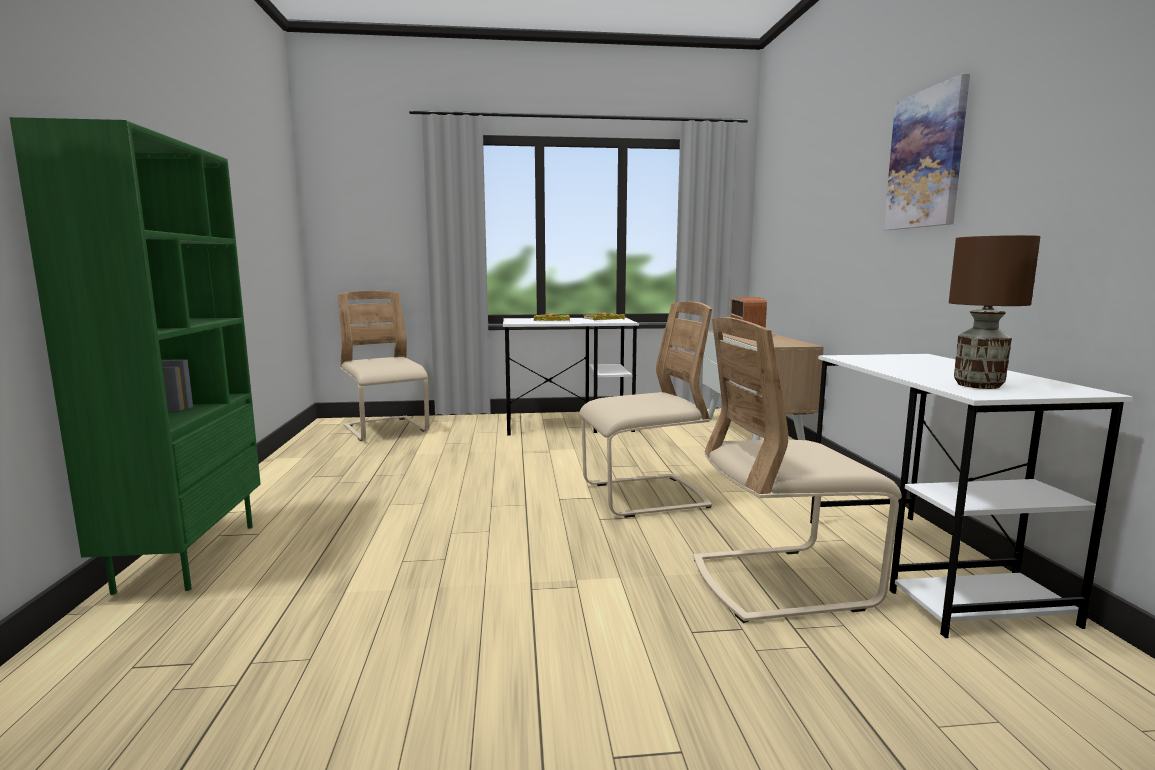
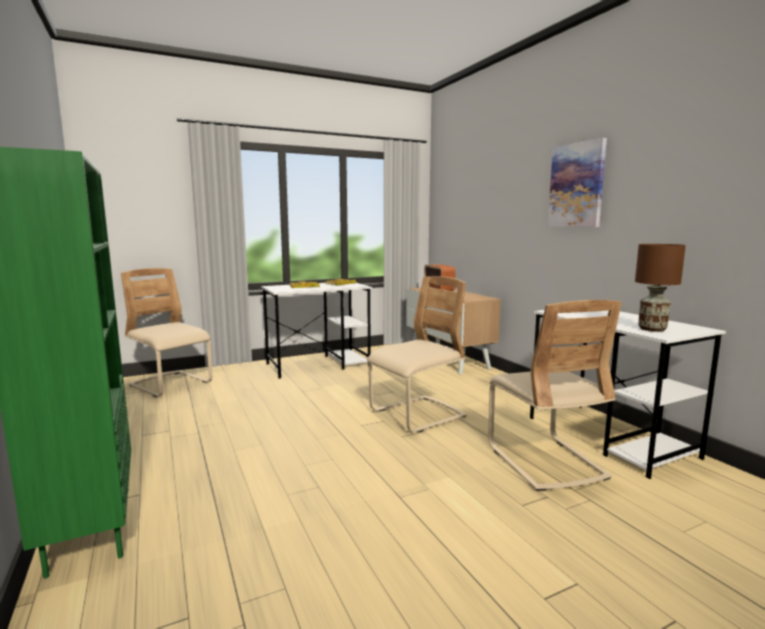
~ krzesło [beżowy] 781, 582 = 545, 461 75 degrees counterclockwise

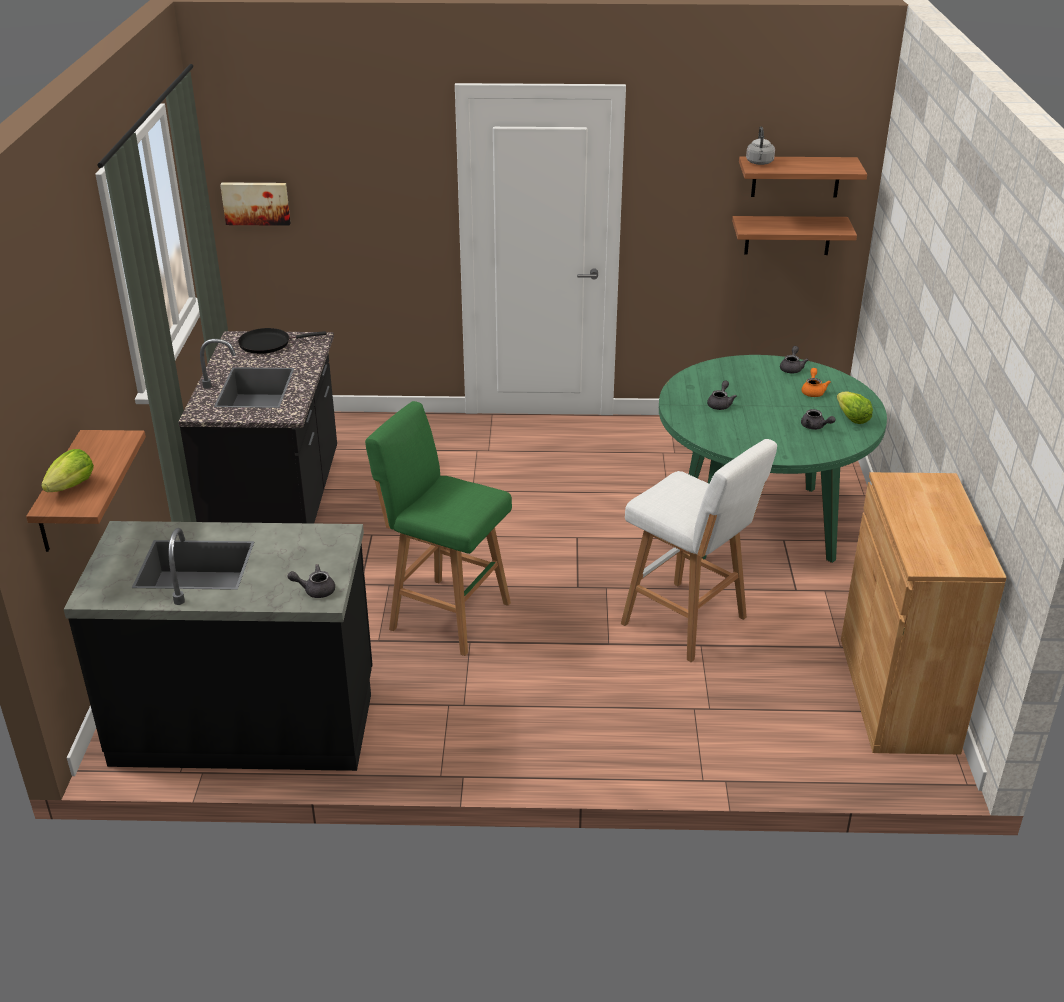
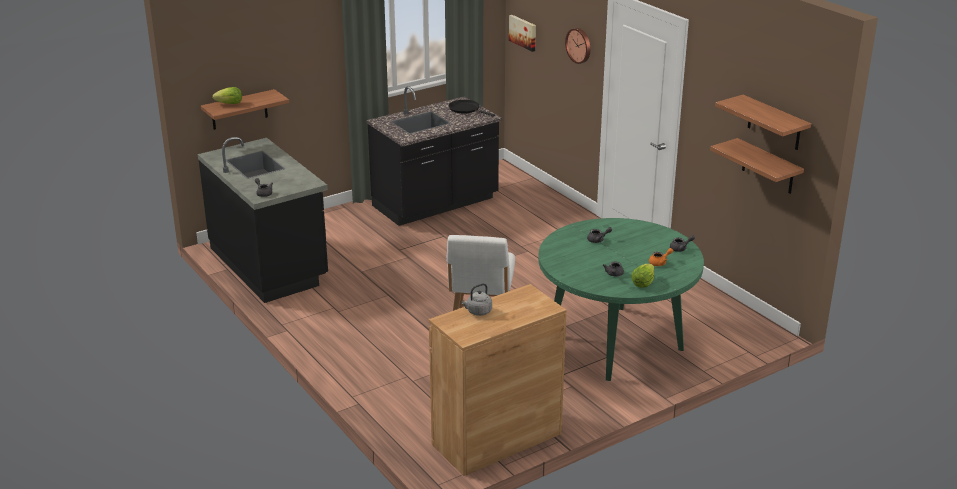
~ czajnik [szary] 759, 163 to 478, 312
- stołek [zielony] 446, 614
+ zegar ścienny 579, 45

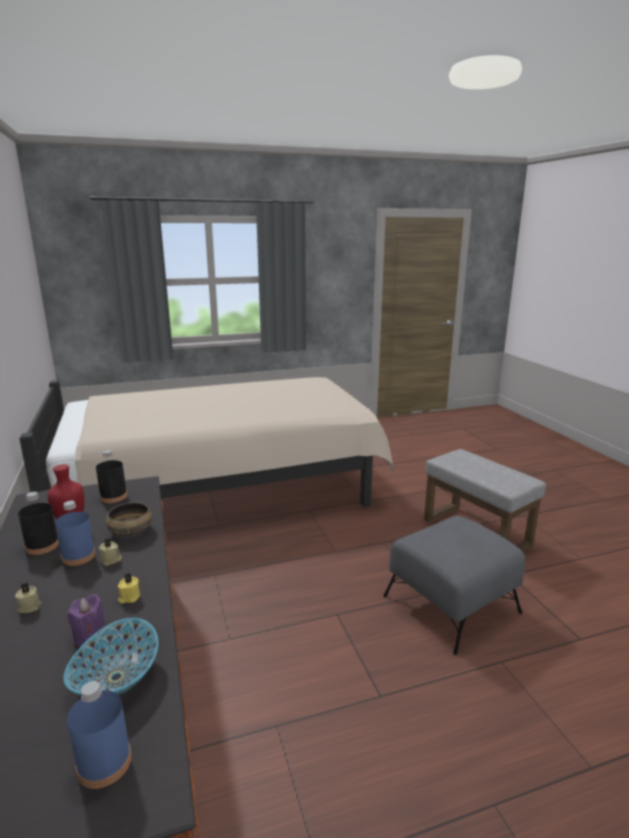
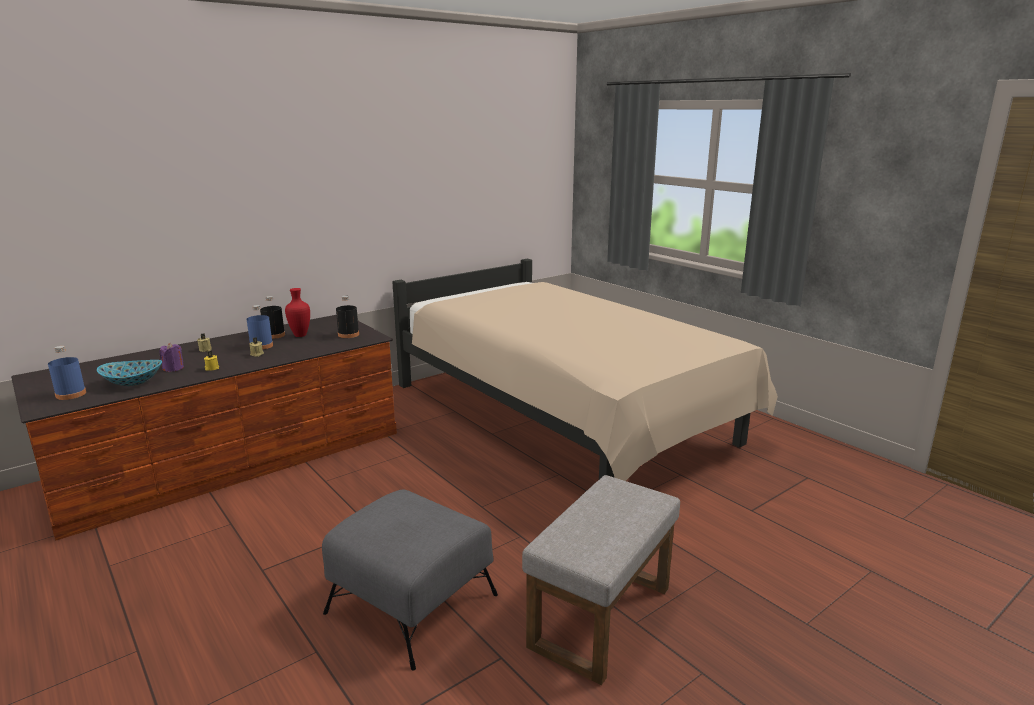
- miska 130, 531

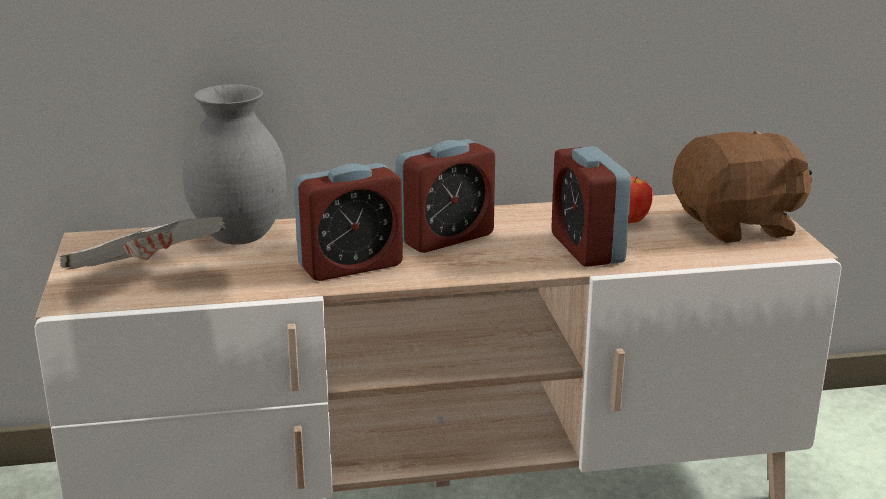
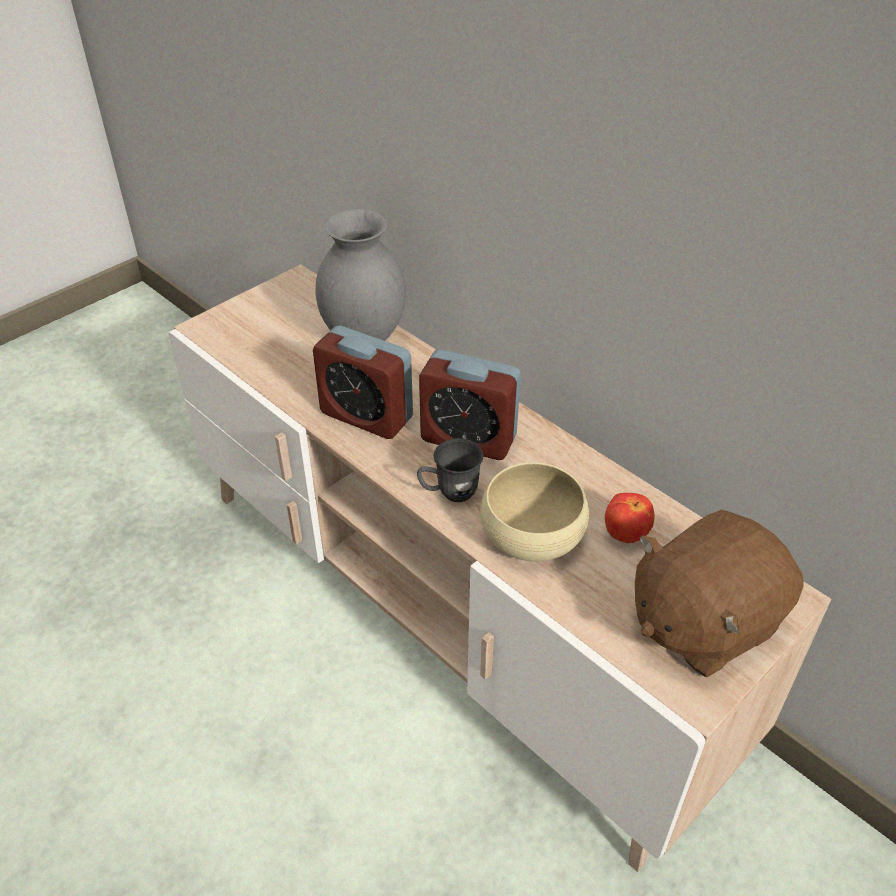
~ pluszak [brązowy] 737, 226 = 702, 621 105 degrees clockwise
~ budzik 587, 248 to miska [beżowy] 532, 533
- gazeta 147, 287
+ kubek [szary] 449, 493

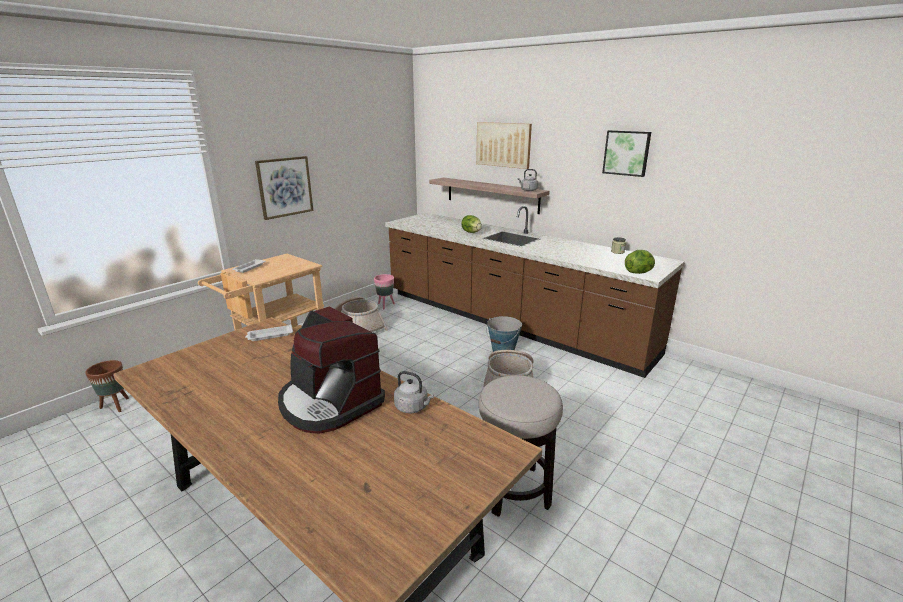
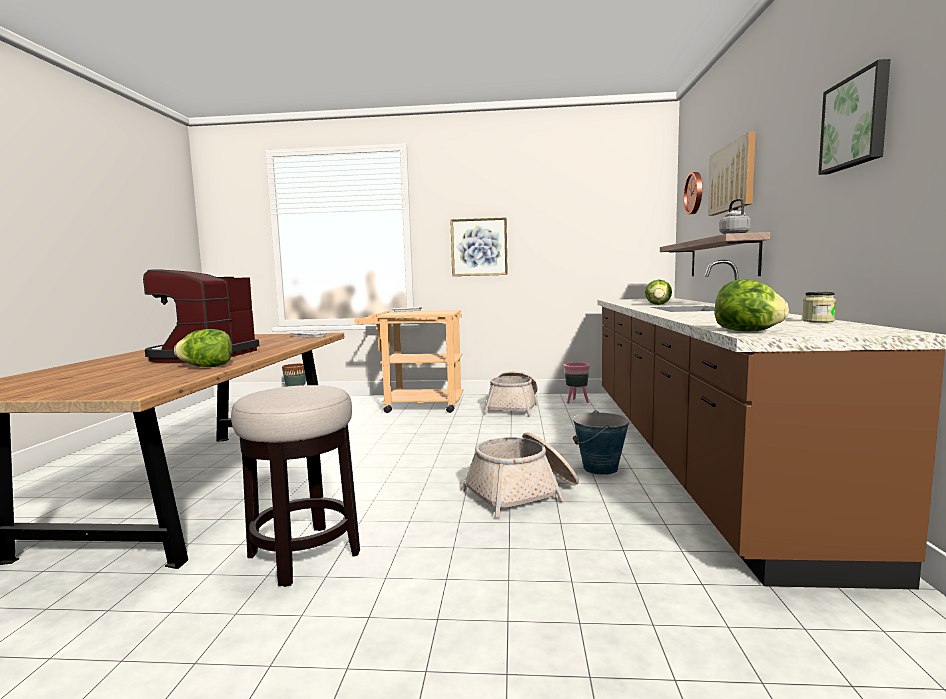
~ czajnik [szary] 413, 407 to sałata 207, 367
+ zegar ścienny 695, 193

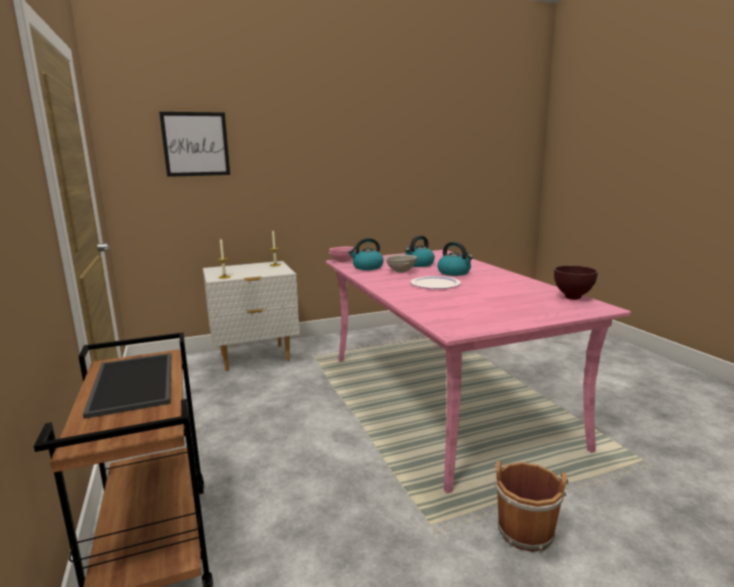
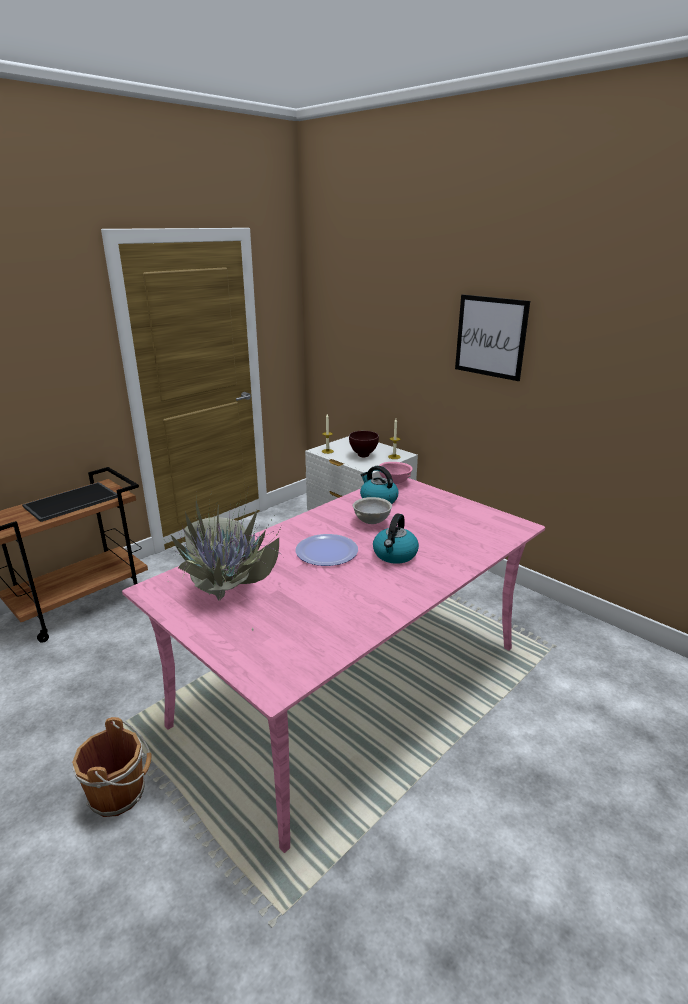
~ obraz 196, 144 to 490, 337
- czajnik 418, 264
~ miska [brązowy] 572, 298 to 362, 455
+ roślina doniczkowa 229, 595

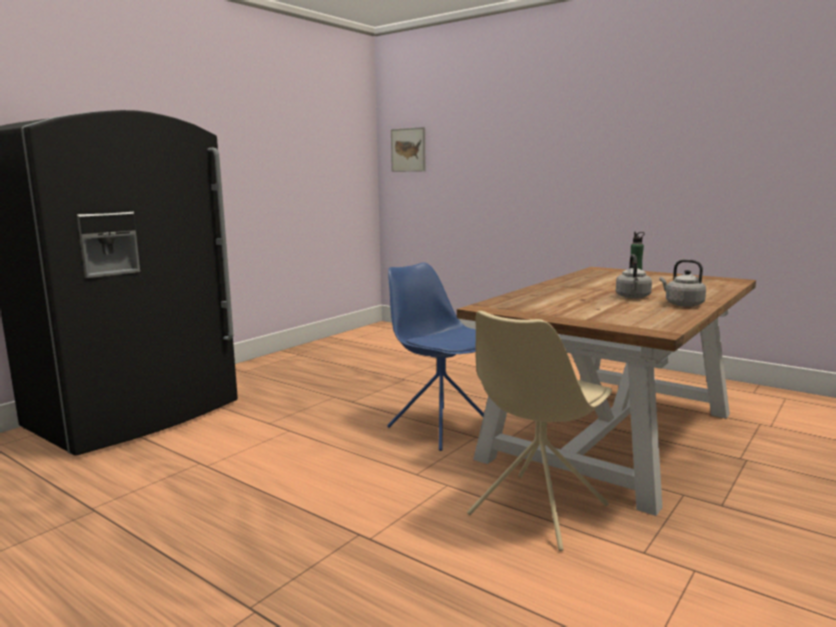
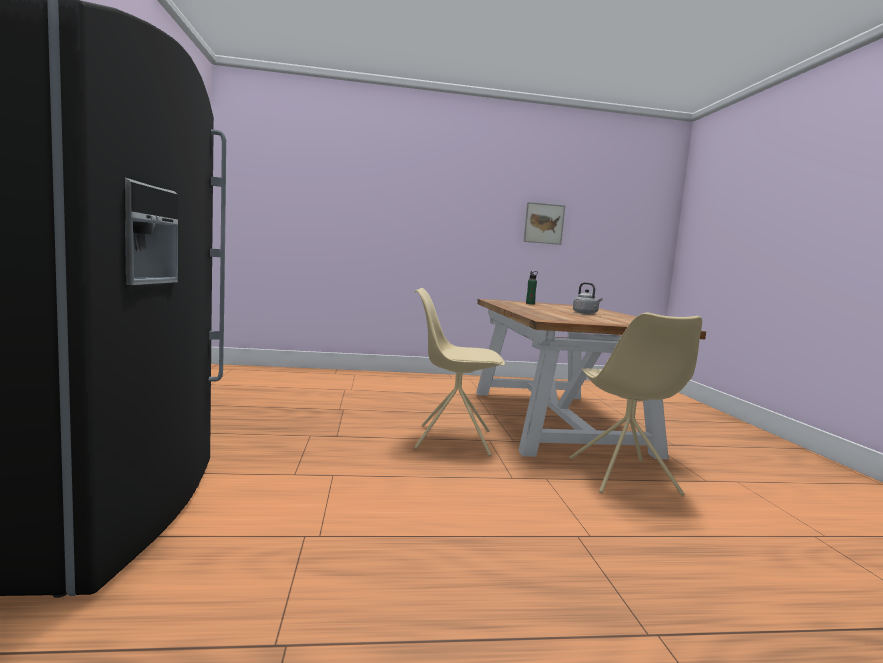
~ obraz 408, 150 to 544, 223
- czajnik [szary] 682, 304
~ krzesło [niebieski] 440, 427 to krzesło [beżowy] 451, 439

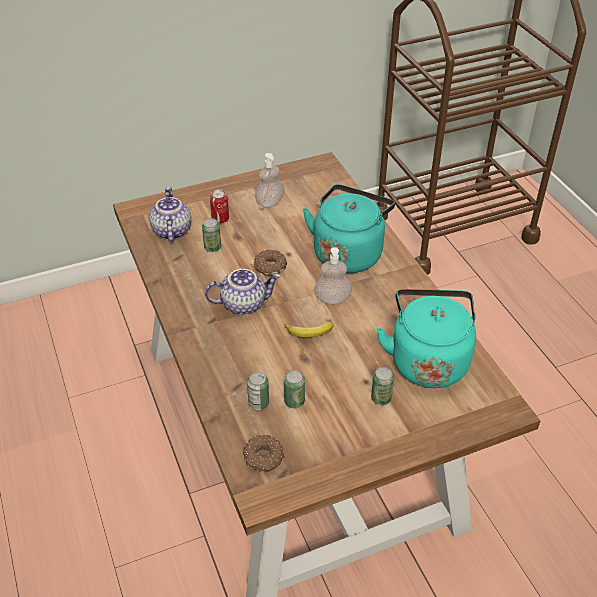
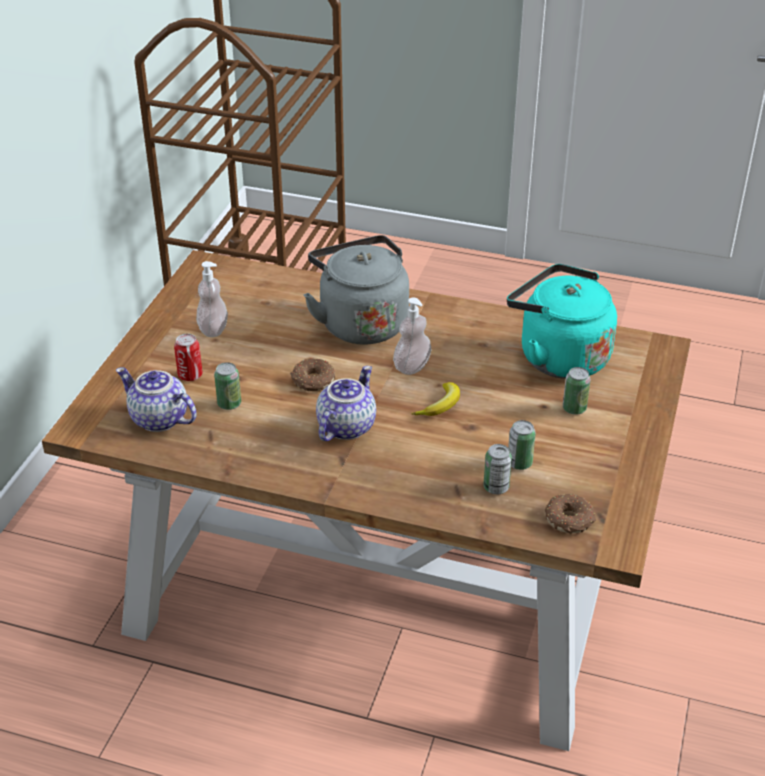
~ czajnik [turkusowy] 348, 252 to czajnik [szary] 360, 322

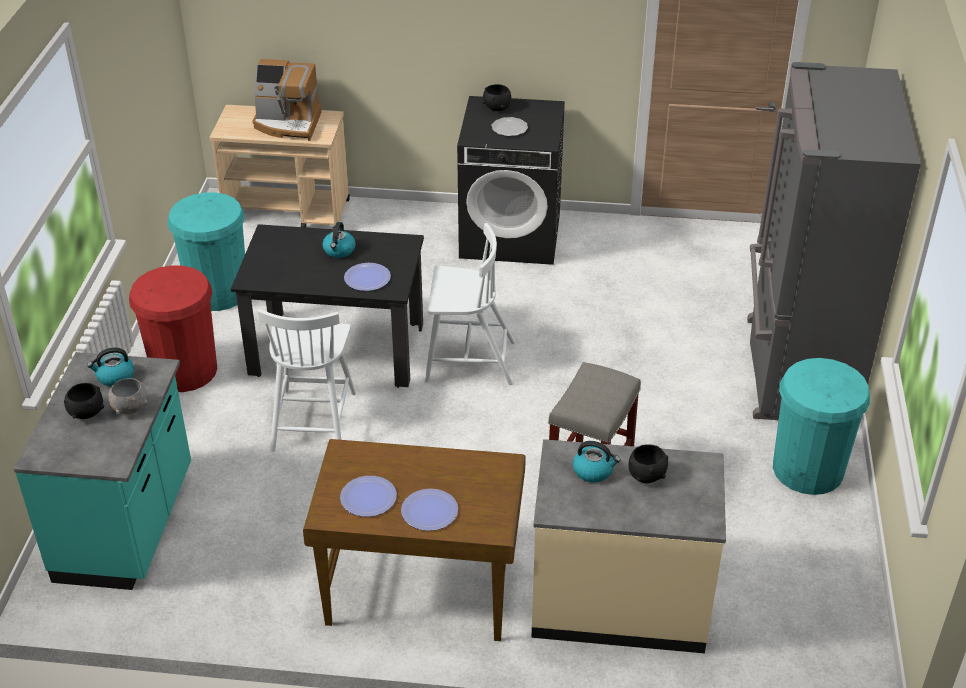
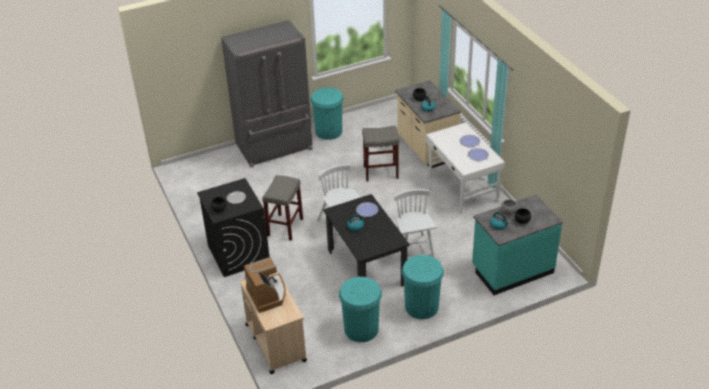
~ kosz na śmieci [czerwony] 184, 370 to kosz na śmieci [turkusowy] 421, 306
~ krzesło [biały] 313, 420 = 413, 252 75 degrees counterclockwise
~ biurko [brązowy] 420, 586 to biurko [biały] 462, 189
+ stołek [szary] 285, 227

